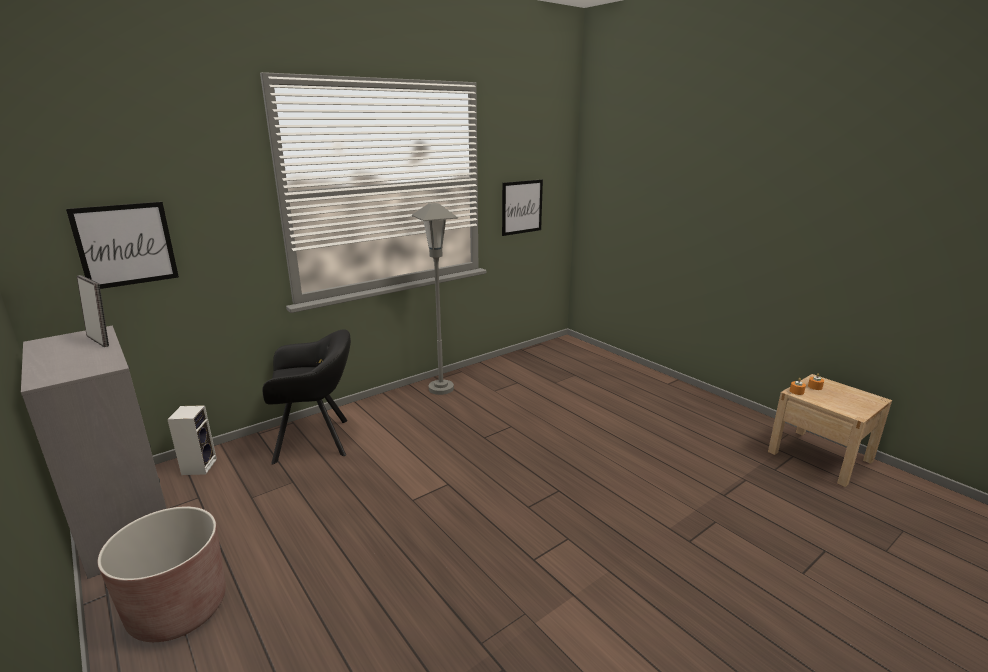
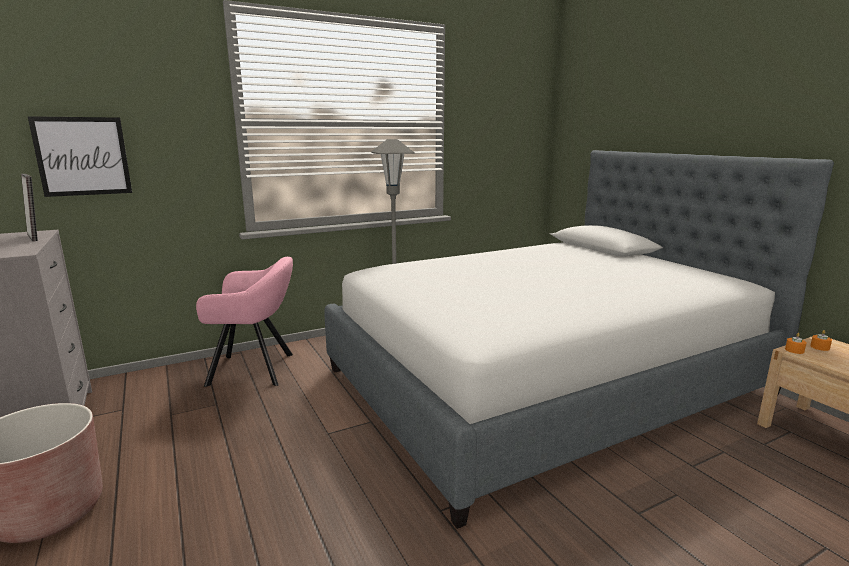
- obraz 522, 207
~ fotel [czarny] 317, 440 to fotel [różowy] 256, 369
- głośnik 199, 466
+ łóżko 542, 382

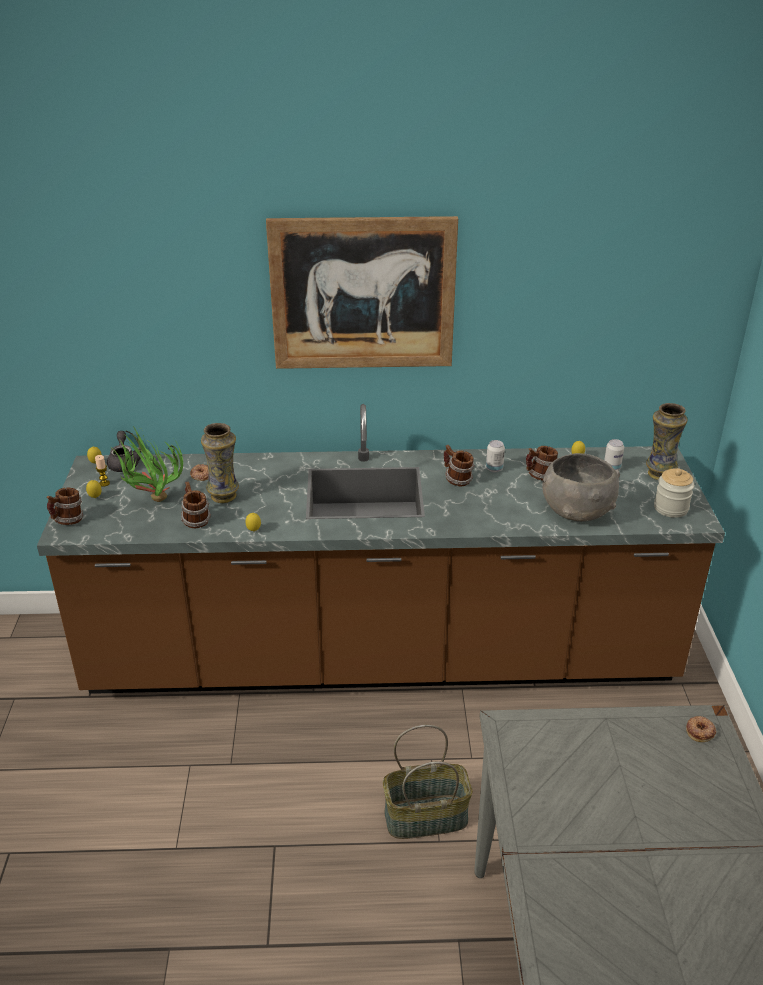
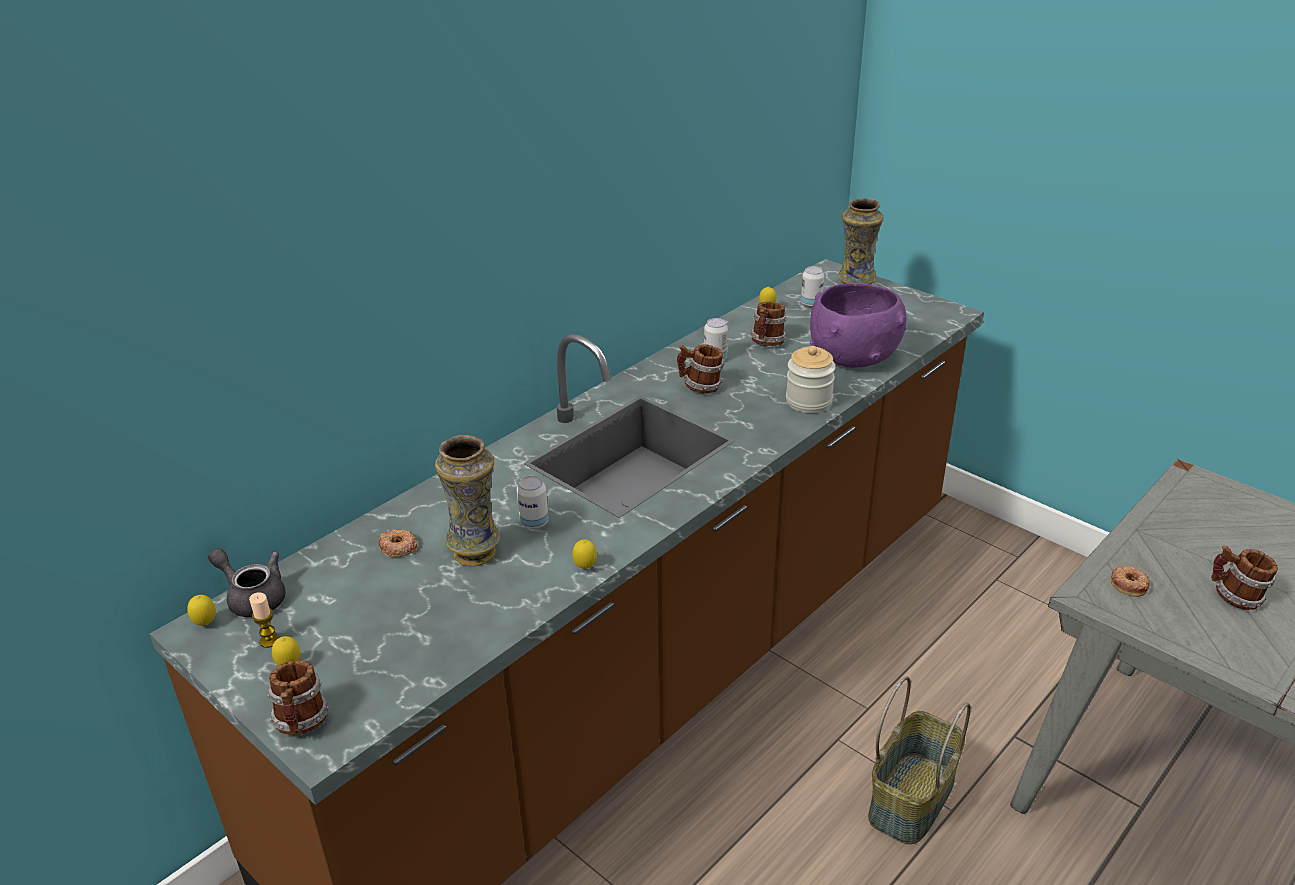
- obraz 363, 294
- roślina doniczkowa 151, 501
~ miska [szary] 576, 511 to miska [fioletowy] 853, 357
~ słoik 671, 508 to 808, 401
~ kubek 195, 520 to 1234, 598
~ donut 700, 731 to 1129, 584
+ puszka 534, 522

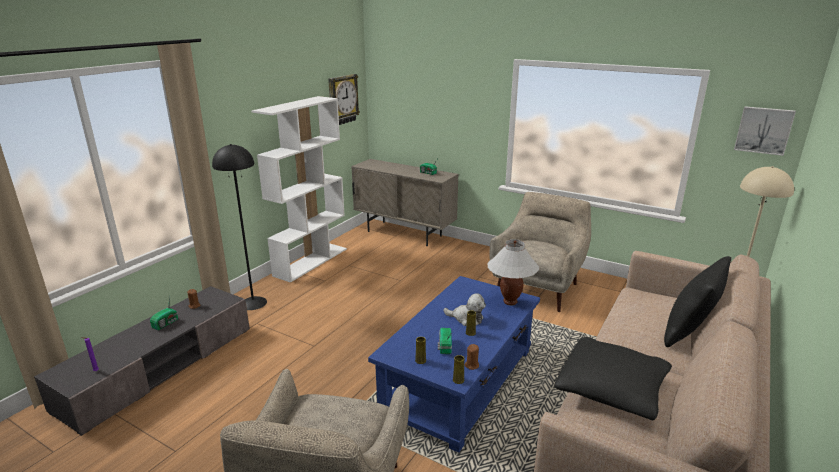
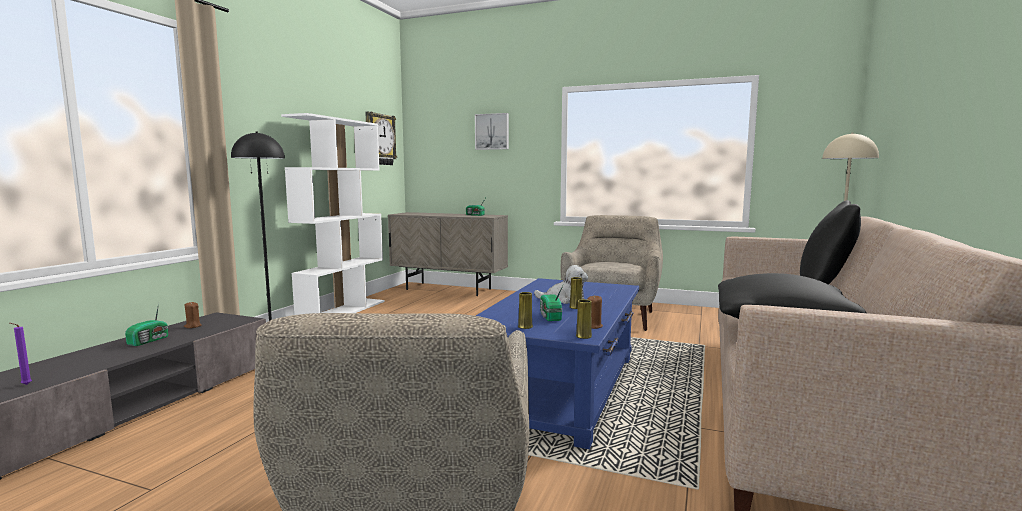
~ obraz 763, 130 to 492, 131
- lampa stołowa [biały] 510, 302

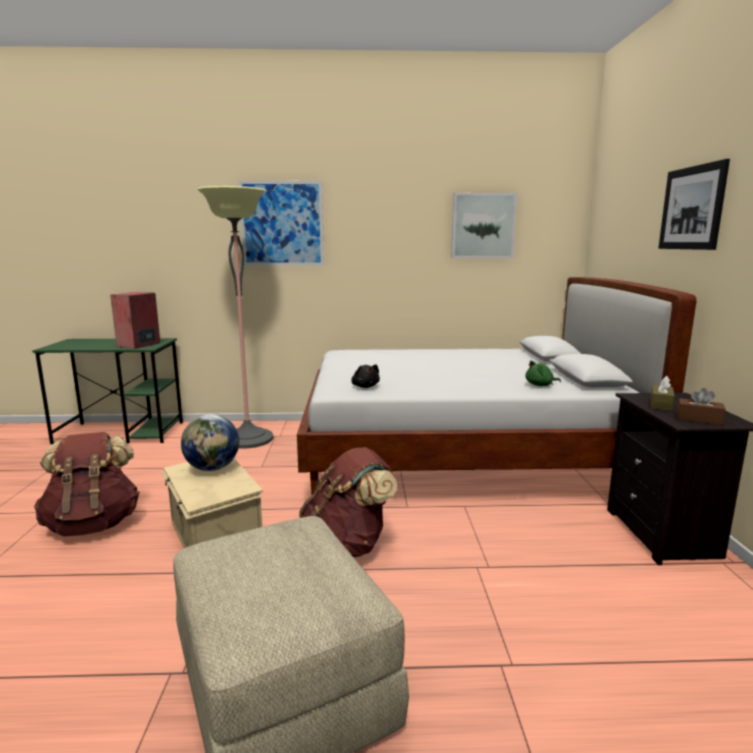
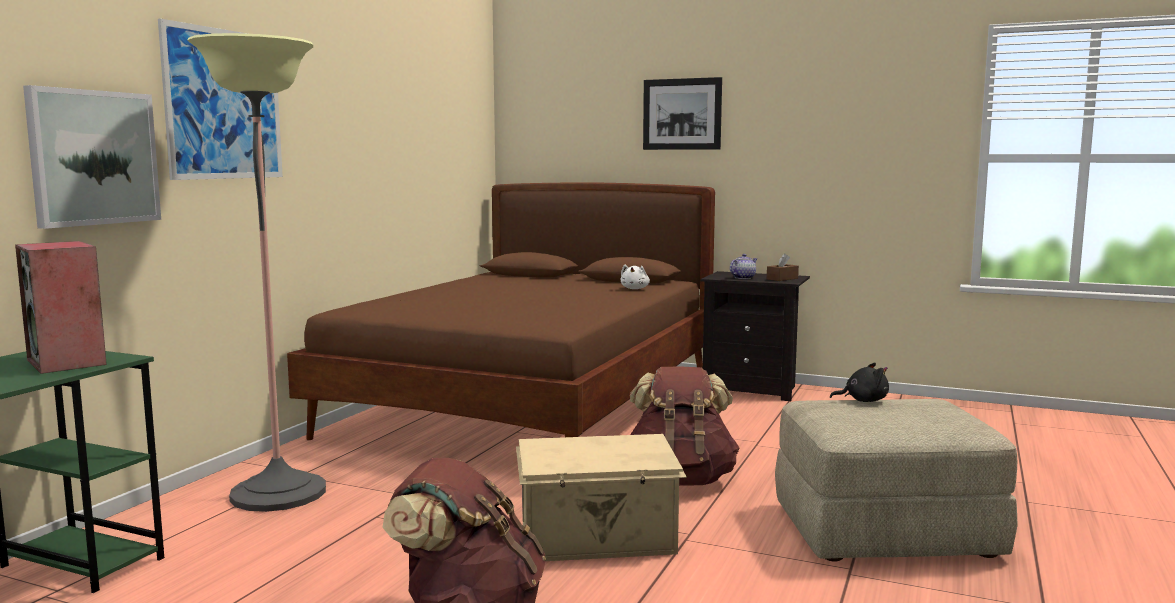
~ obraz 483, 226 to 93, 157
~ łóżko [biały] 460, 455 to łóżko [brązowy] 530, 406
~ pluszak [zielony] 540, 385 to pluszak [biały] 635, 289
~ pluszak [czarny] 365, 386 to 863, 400
~ pudełko chusteczek [brązowy] 660, 405 to imbryk 742, 278
- globus 213, 468

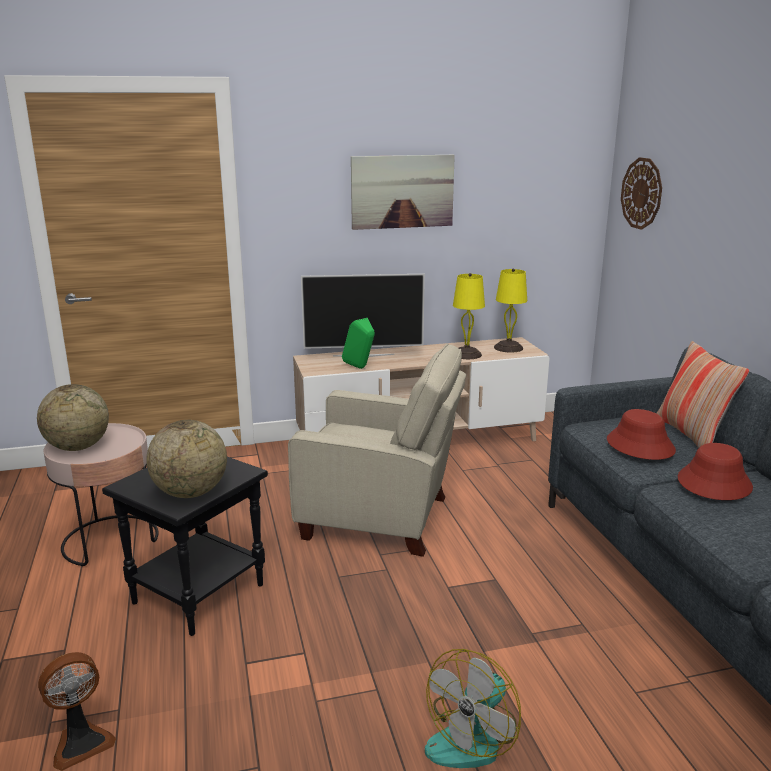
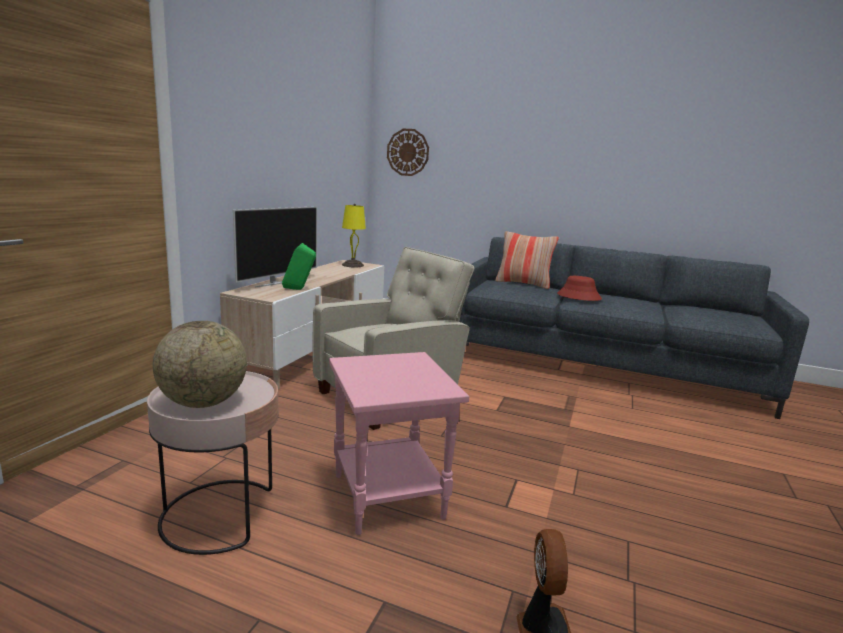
- obraz 402, 191
- lampa stołowa [żółty] 467, 354
- kapelusz [czerwony] 639, 445
- globus 190, 493
~ stolik [czarny] 198, 592 to stolik [różowy] 385, 496
- wentylator 473, 737

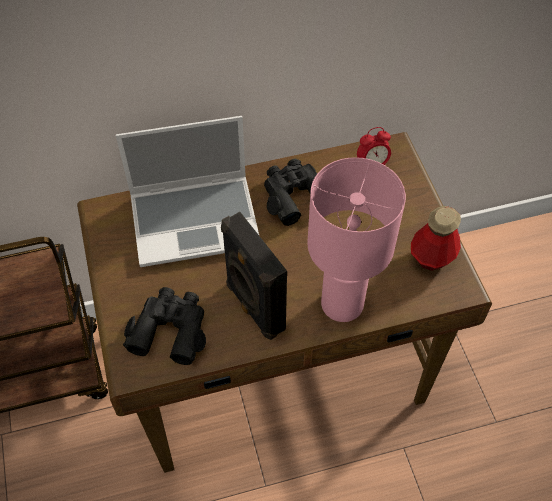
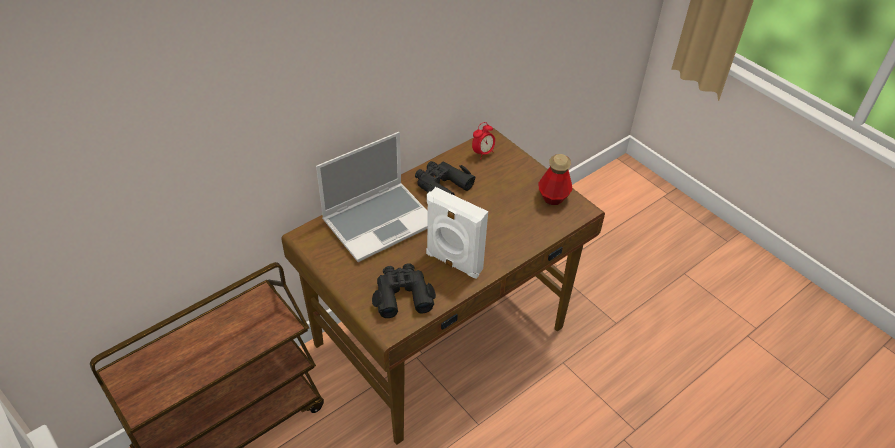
- lampa stołowa [różowy] 343, 304
~ głośnik [czarny] 253, 307 to głośnik [biały] 453, 263

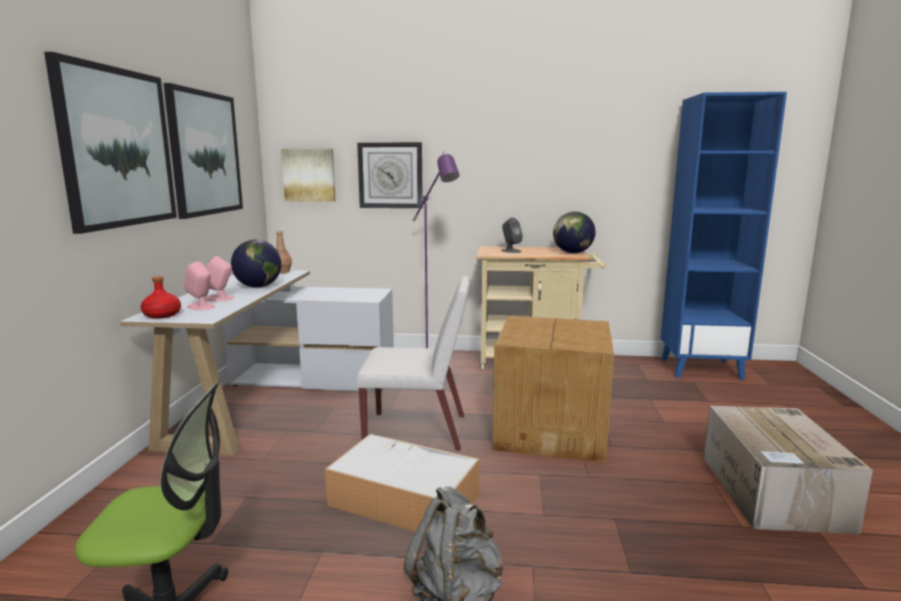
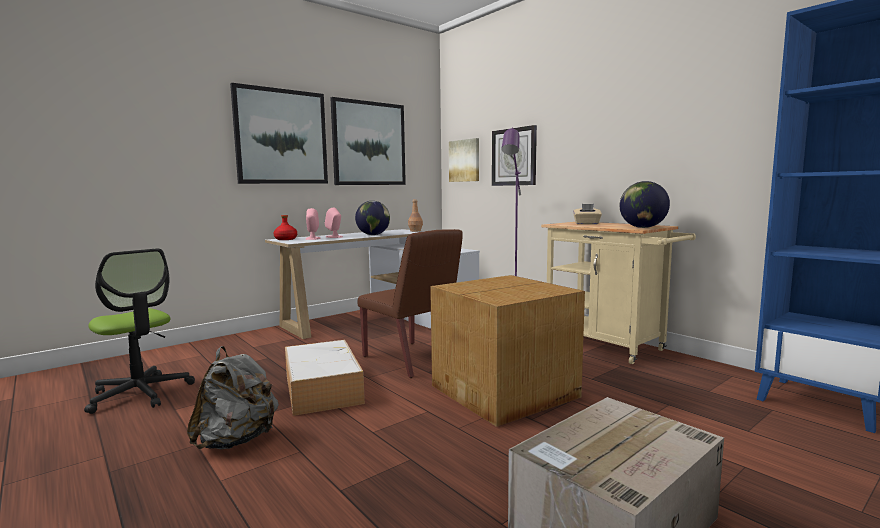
~ głośnik [szary] 511, 251 to pudełko chusteczek [beżowy] 586, 224
~ krzesło [biały] 417, 431 to krzesło [brązowy] 412, 359

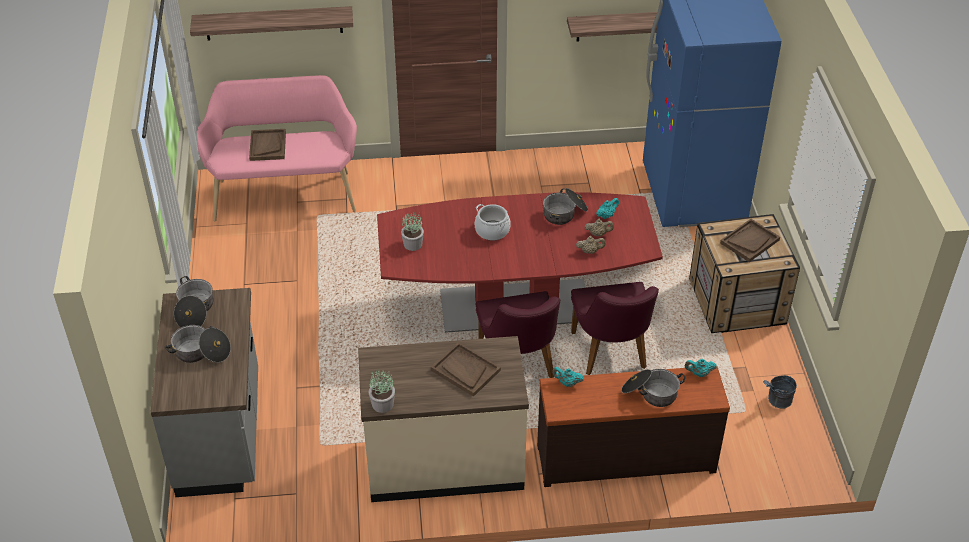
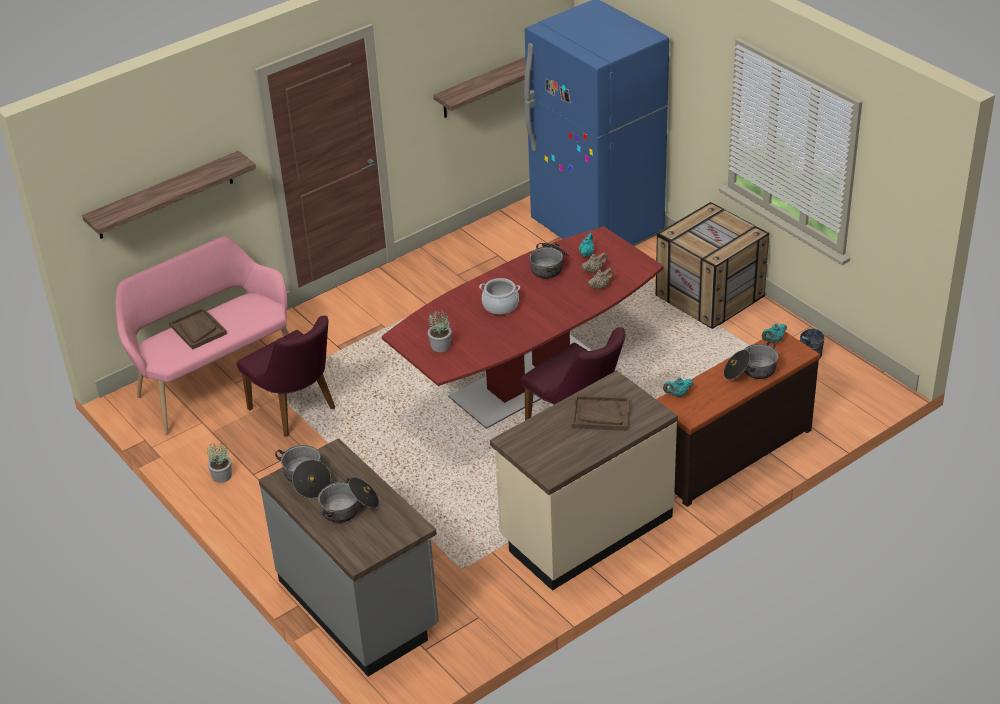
- taca [brązowy] 749, 241
~ krzesło [fioletowy] 611, 356 to 297, 412
~ roślina doniczkowa 383, 405 to 222, 476

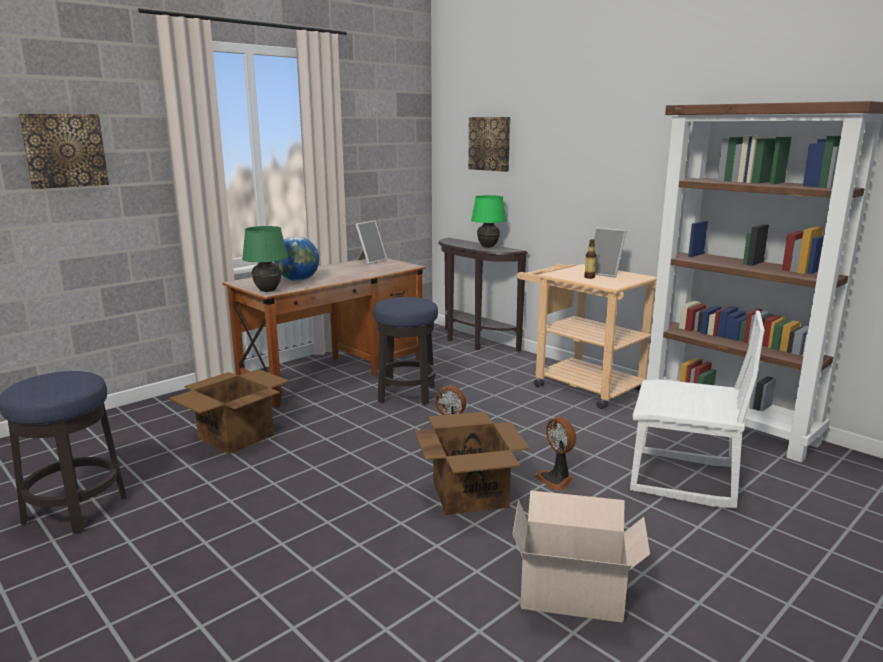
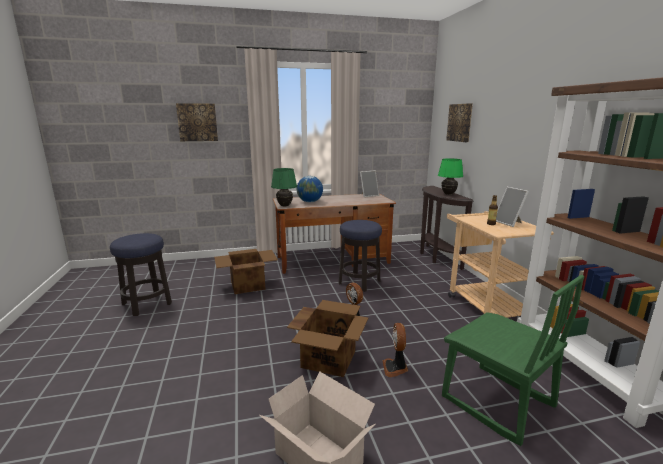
~ krzesło [biały] 683, 479 to krzesło [zielony] 497, 403

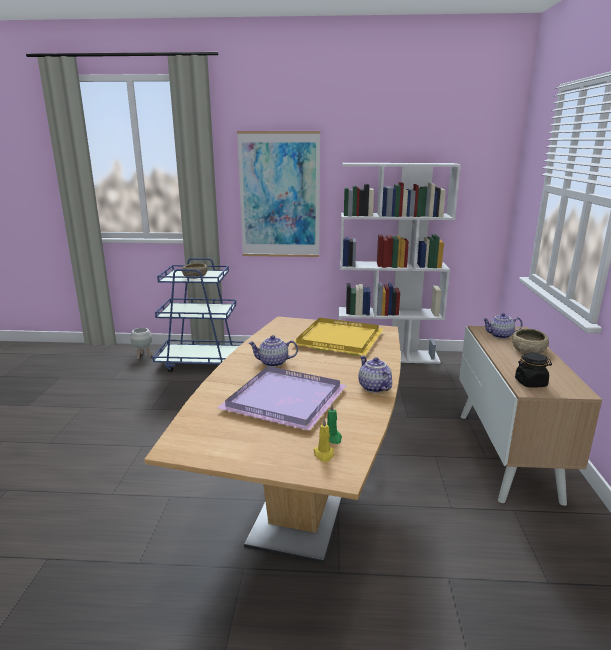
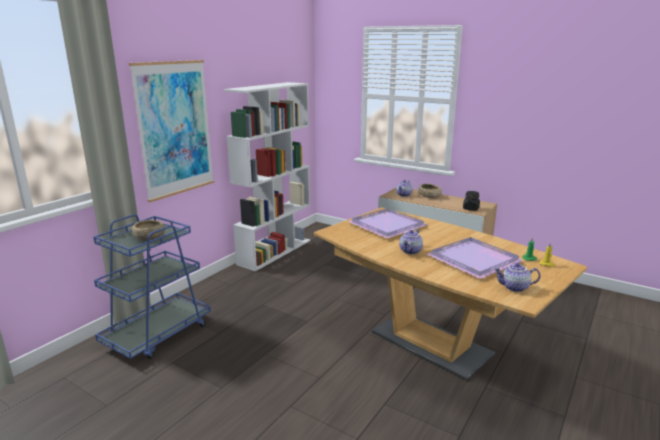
~ taca [żółty] 337, 339 to taca [fioletowy] 385, 225
- donica [biały] 143, 356
~ imbryk 373, 387 to 514, 288

